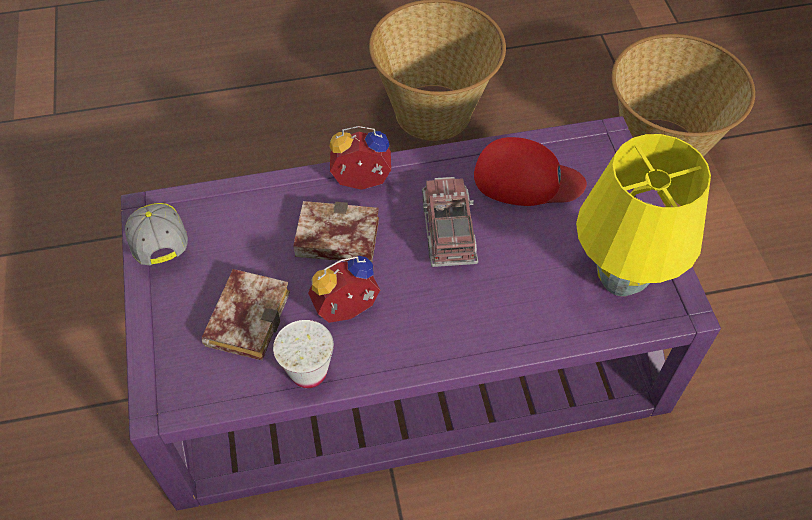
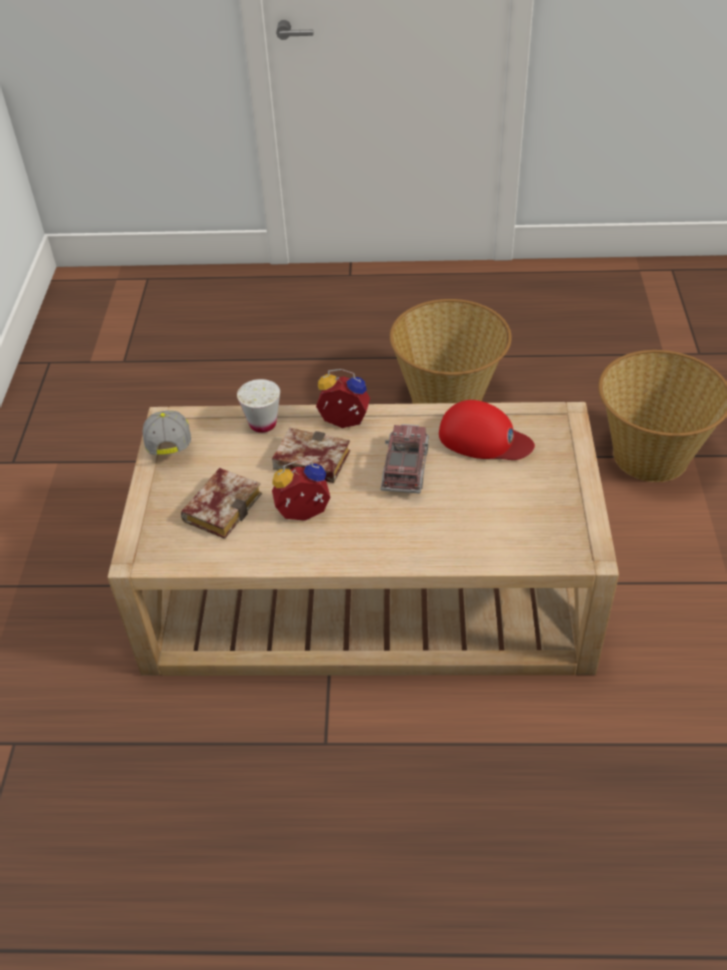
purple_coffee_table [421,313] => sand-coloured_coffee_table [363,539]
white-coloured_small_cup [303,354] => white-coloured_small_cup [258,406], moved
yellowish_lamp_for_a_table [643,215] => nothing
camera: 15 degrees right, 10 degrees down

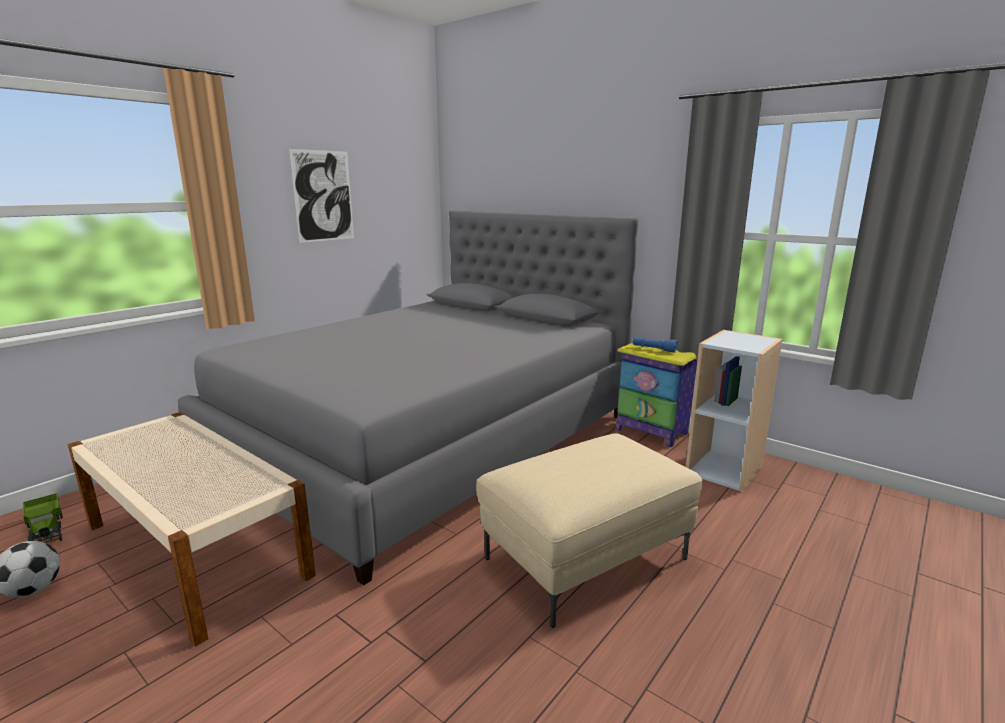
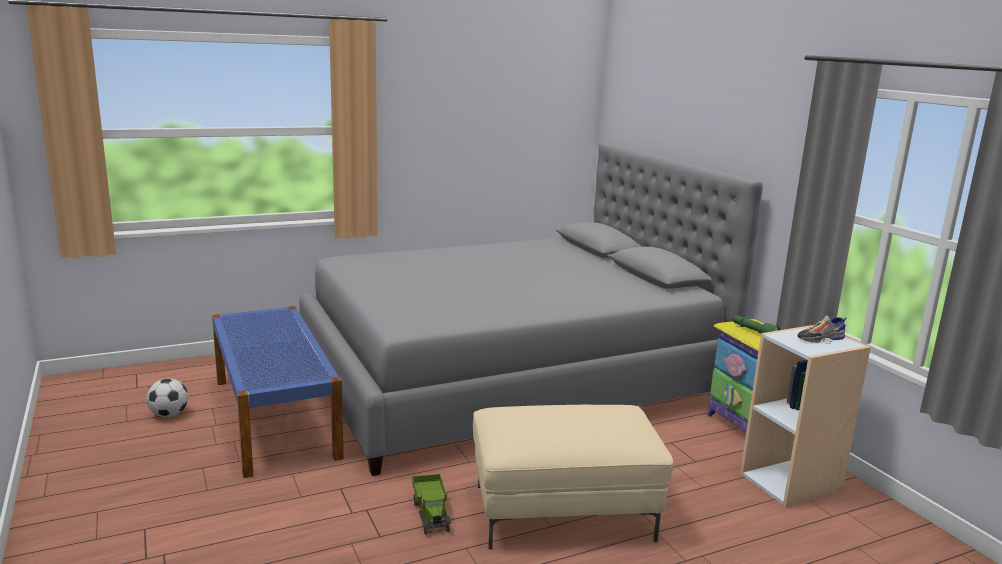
toy_truck [43,518] => toy_truck [431,504], moved
sand-coloured_indoor_bench [192,529] => bluish_indoor_bench [278,392]
wall_picture [321,196] => nothing
bluish_hand_torch [655,345] => green-coloured_hand_torch [756,324]
nothing => shoe [822,330]
camera: 25 degrees right, 0 degrees up

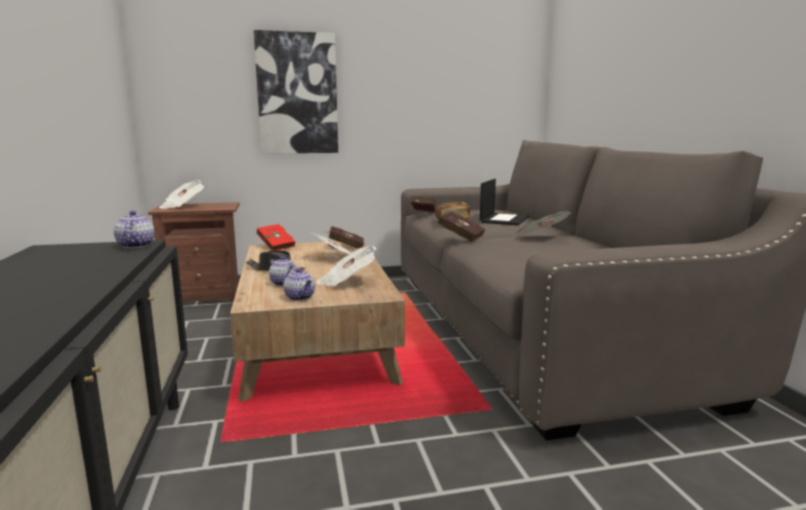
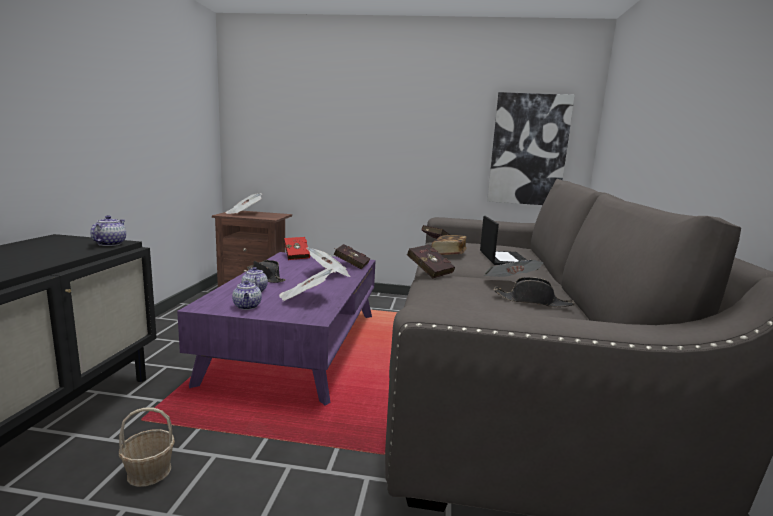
brownish_coffee_table [317,321] => purple_coffee_table [276,329]
wall_picture [296,92] => wall_picture [531,148], moved
portable_computer [504,202] => portable_computer [503,240], 45 degrees counterclockwise
nothing => storage_basket [147,447]
nothing => black-coloured_hat [534,292]
camera: 20 degrees right, 0 degrees up

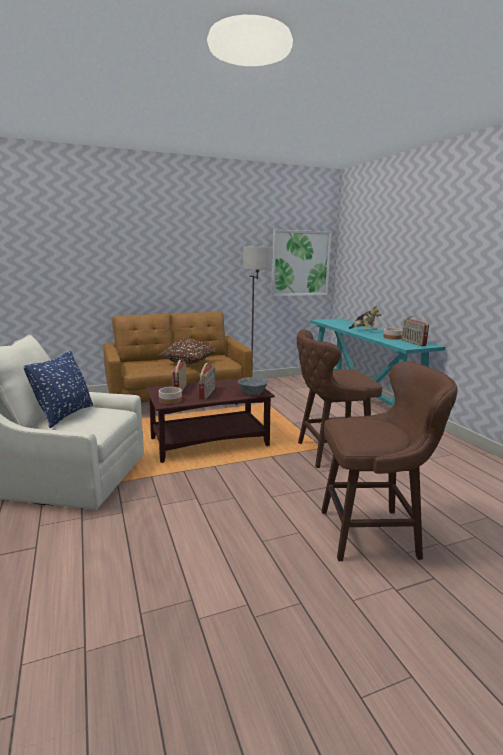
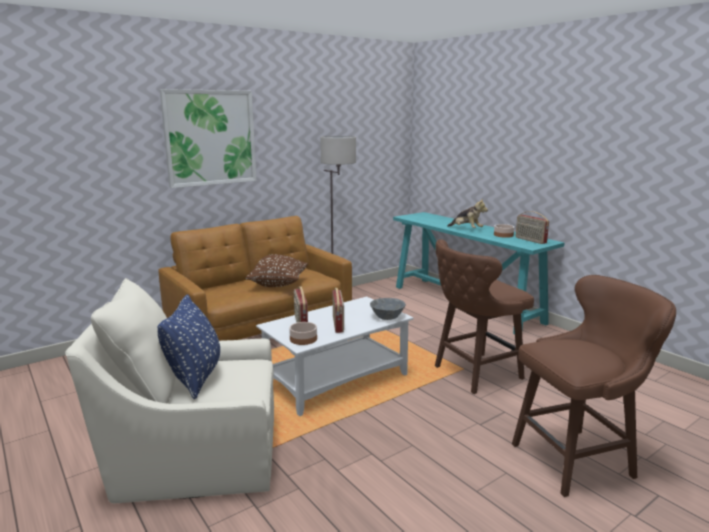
brownish_coffee_table [210,420] => white-coloured_coffee_table [335,356]
wall_picture [301,263] => wall_picture [208,138], moved
camera: 15 degrees left, 0 degrees up

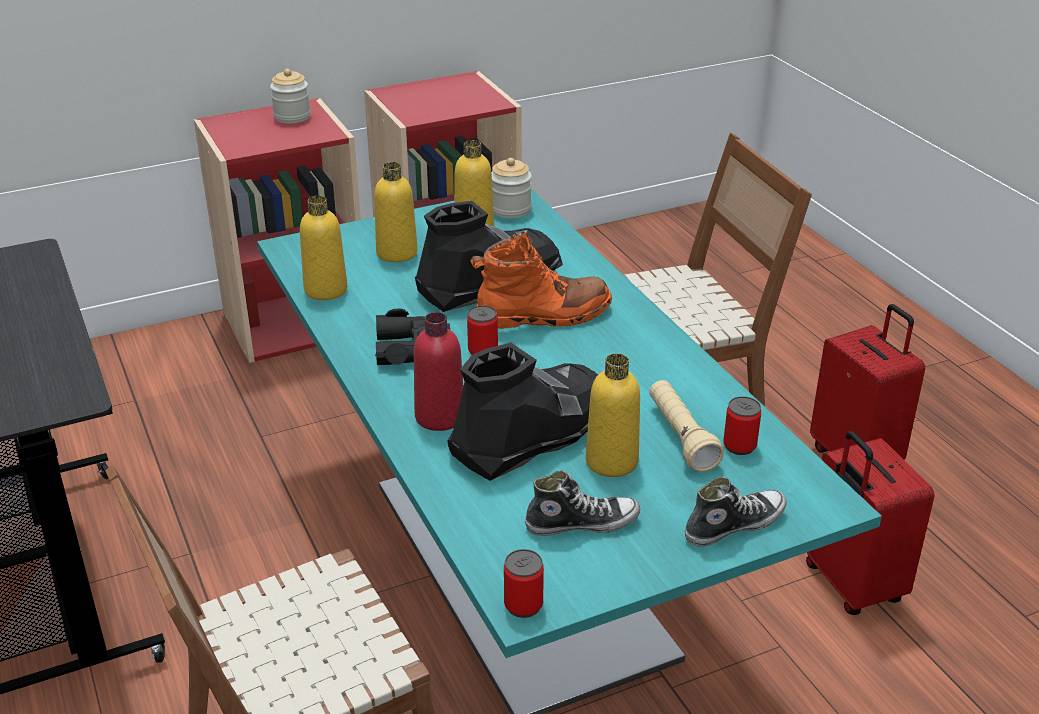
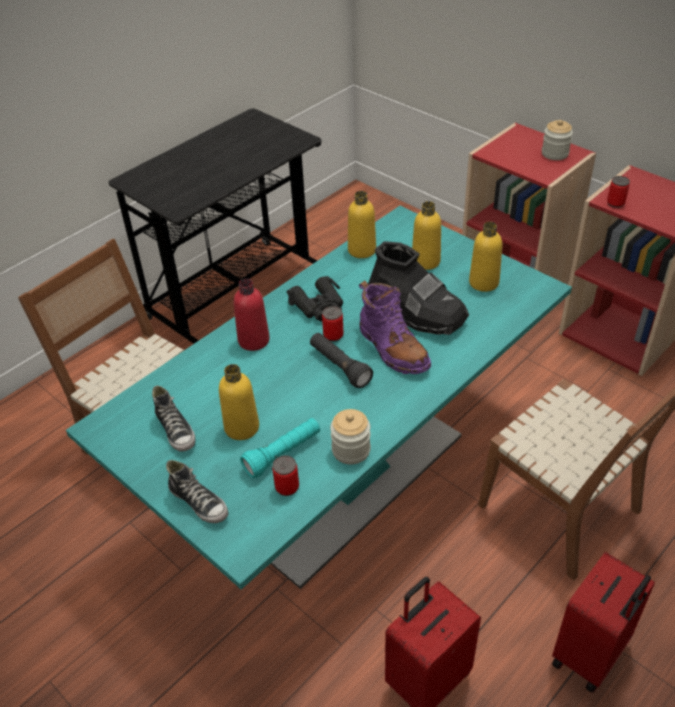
black-coloured_high-top_boot [522,412] => nothing
orange_high-top_boot [541,280] => purple_high-top_boot [395,327]
storage_jar [512,188] => storage_jar [350,436], moved
metal_can [524,583] => metal_can [618,192], moved
sand-coloured_hand_torch [686,426] => turquoise_hand_torch [280,448]
nothing => black-coloured_hand_torch [341,360]
camera: 70 degrees right, 10 degrees up

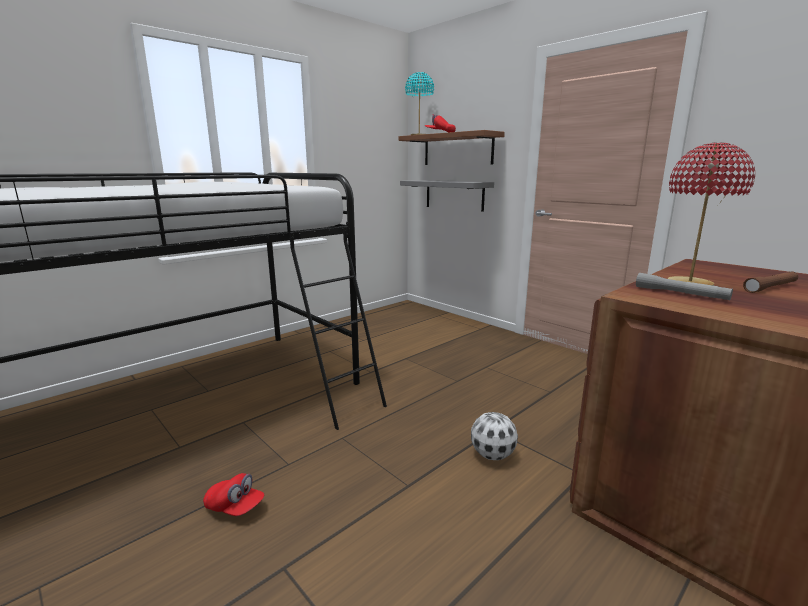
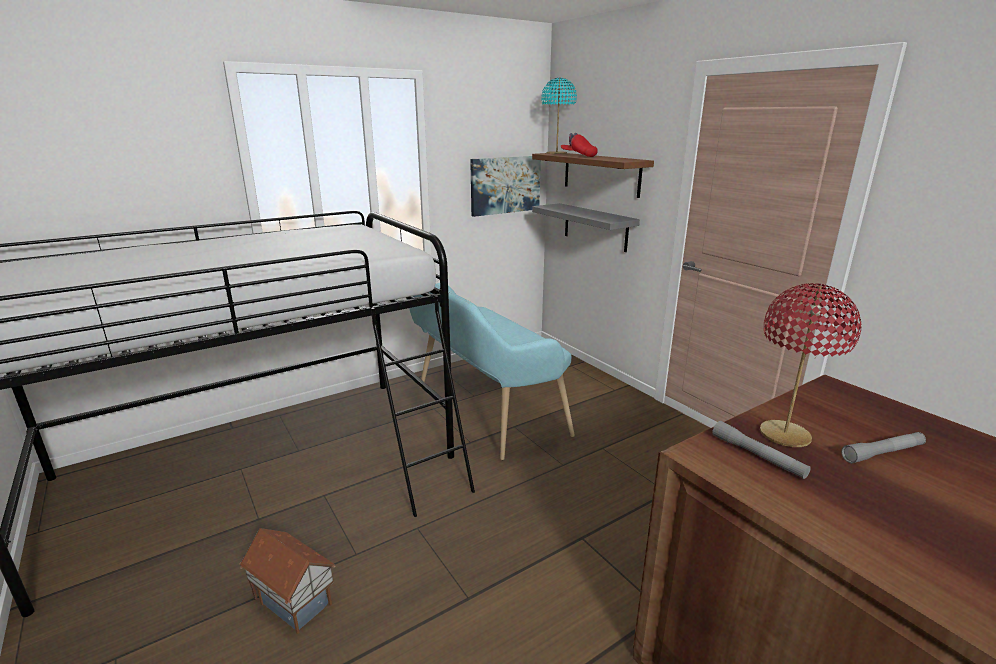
red_peaked_cap [233,494] => miniature_house [287,581]
ball_for_football [494,436] => nothing
brownish_hand_torch [770,282] => greyish_hand_torch [883,447]
nothing => turquoise_indoor_bench [490,371]
nothing => wall_picture [505,186]
camera: 10 degrees right, 5 degrees up

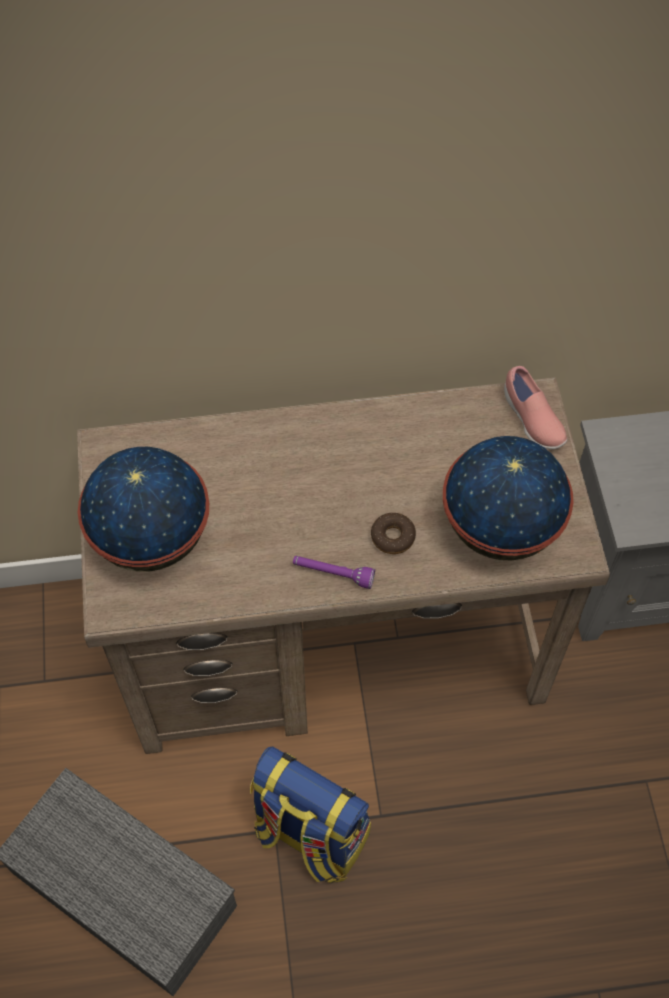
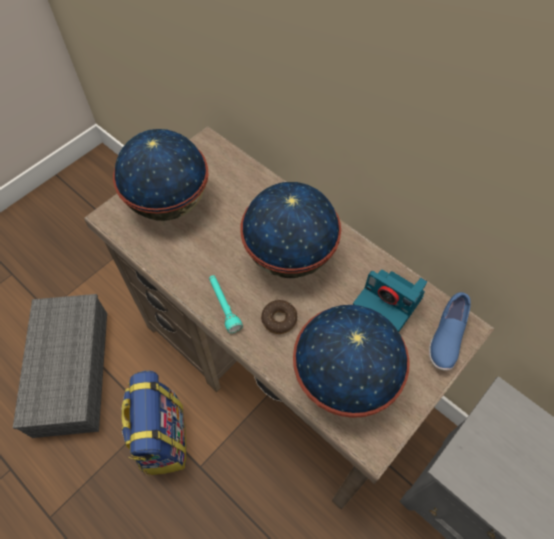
purple_hand_torch [334,572] => turquoise_hand_torch [226,304]
pink_shoe [535,408] => bluish_shoe [450,331]
nothing => globe [290,230]
nothing => photo_camera [390,301]
camera: 50 degrees right, 0 degrees up

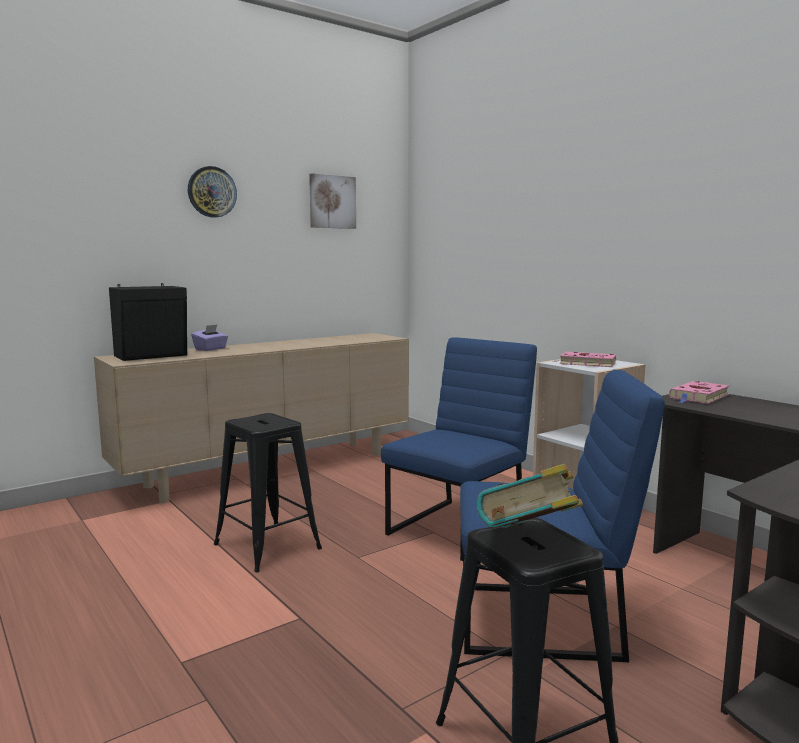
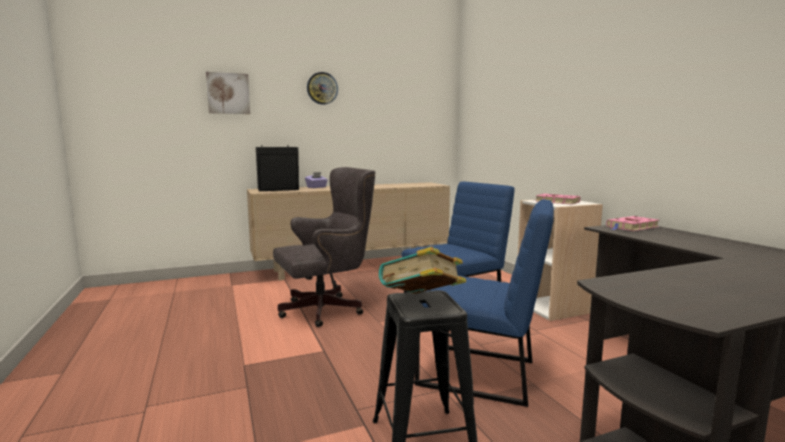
black-coloured_sitting_stool [268,492] => greyish_office_chair [324,247]
wall_picture [332,201] => wall_picture [228,93], moved
camera: 15 degrees right, 0 degrees up

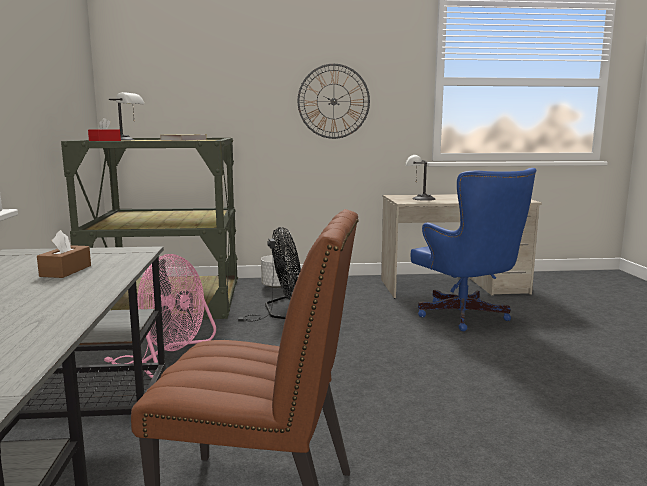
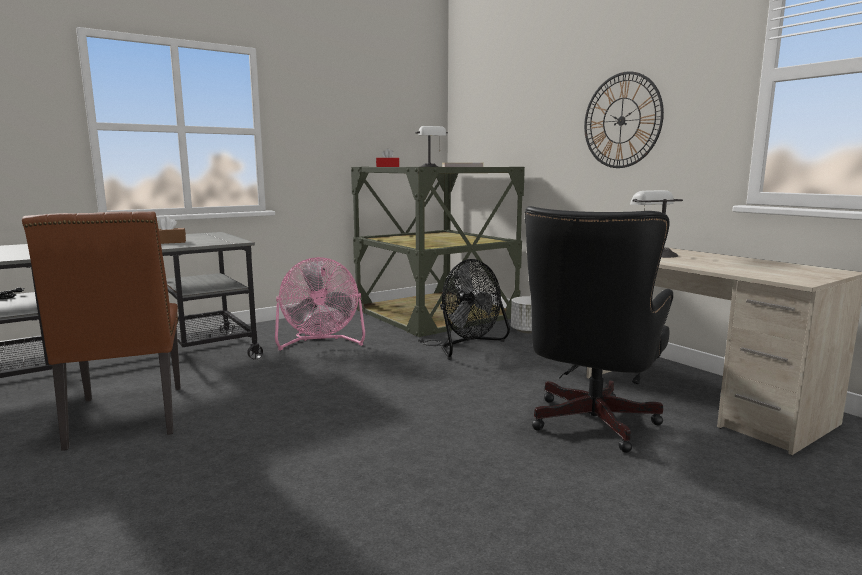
bluish_office_chair [474,249] => black-coloured_office_chair [599,329]
camera: 60 degrees right, 0 degrees up

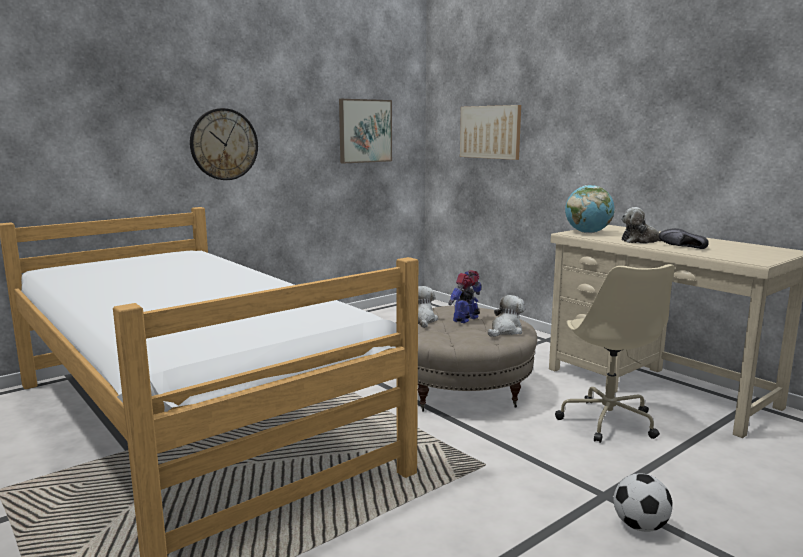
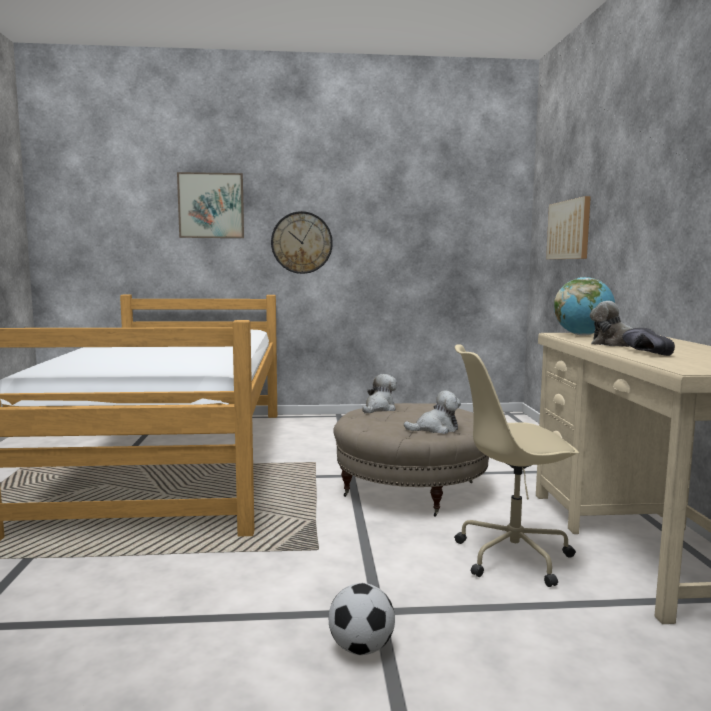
wall_picture [365,131] => wall_picture [210,205], moved
model_robot [464,296] => nothing
sand-coloured_office_chair [614,353] => sand-coloured_office_chair [516,465], 60 degrees clockwise
camera: 35 degrees right, 5 degrees down

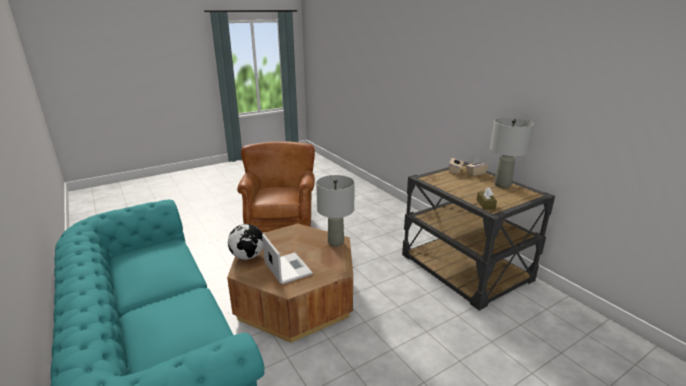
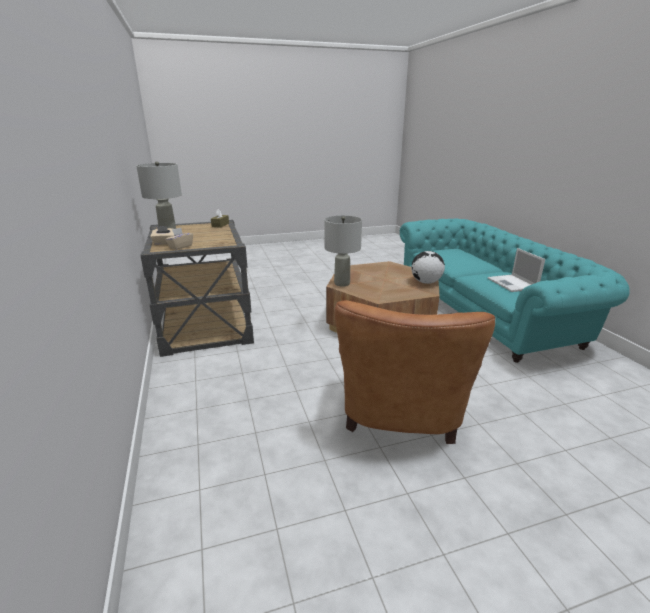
portable_computer [287,259] => portable_computer [516,270], moved
camera: 165 degrees left, 0 degrees up

